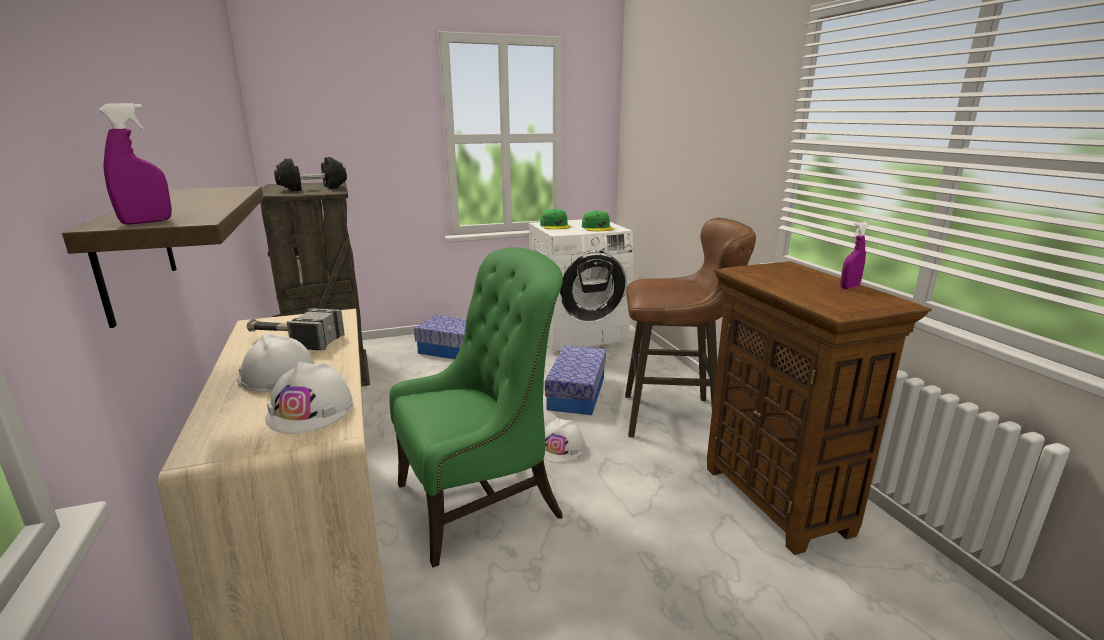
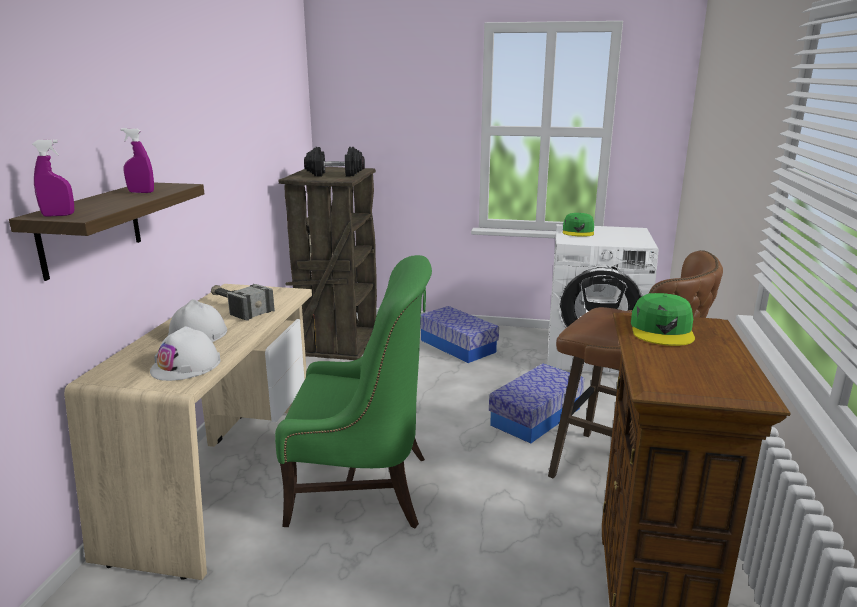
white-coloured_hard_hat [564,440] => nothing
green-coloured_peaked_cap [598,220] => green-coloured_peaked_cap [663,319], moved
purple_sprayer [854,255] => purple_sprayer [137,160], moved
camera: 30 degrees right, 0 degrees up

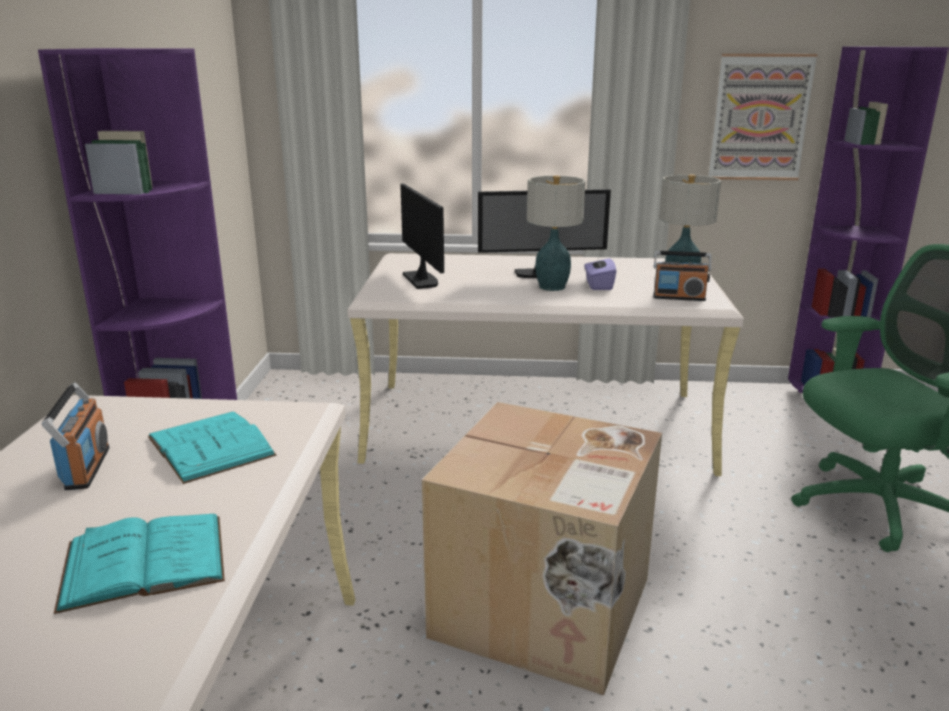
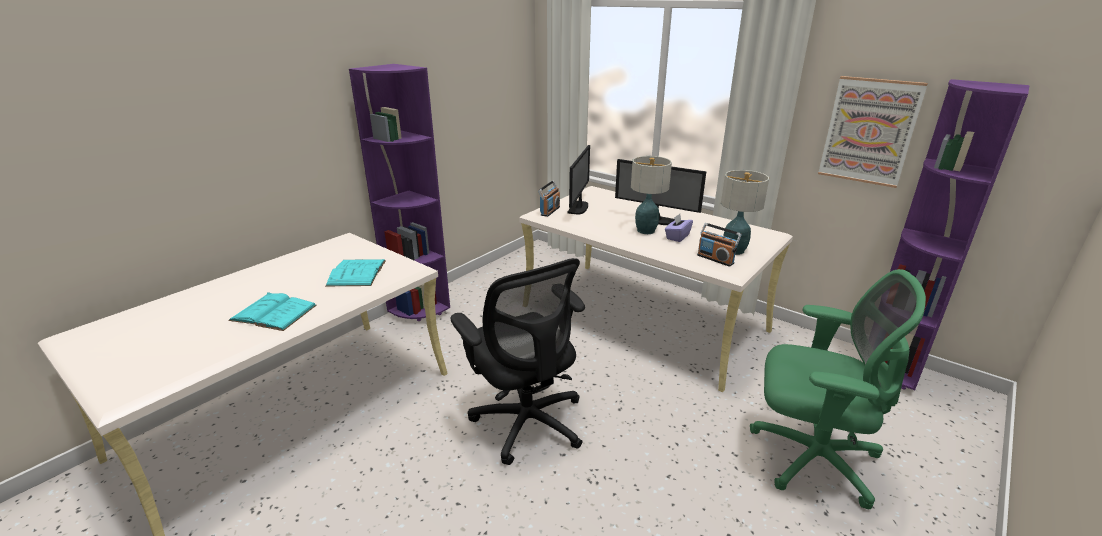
radio_receiver [75,436] => radio_receiver [549,198], moved
carton [542,548] => black-coloured_office_chair [518,361]
camera: 35 degrees right, 5 degrees up

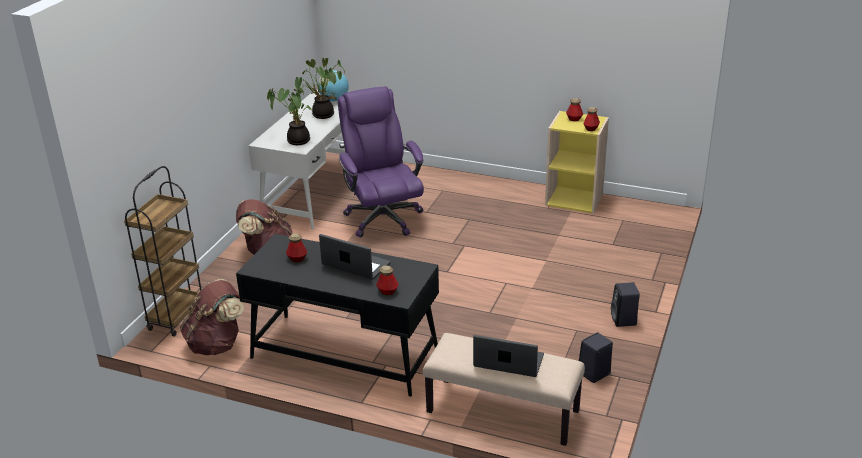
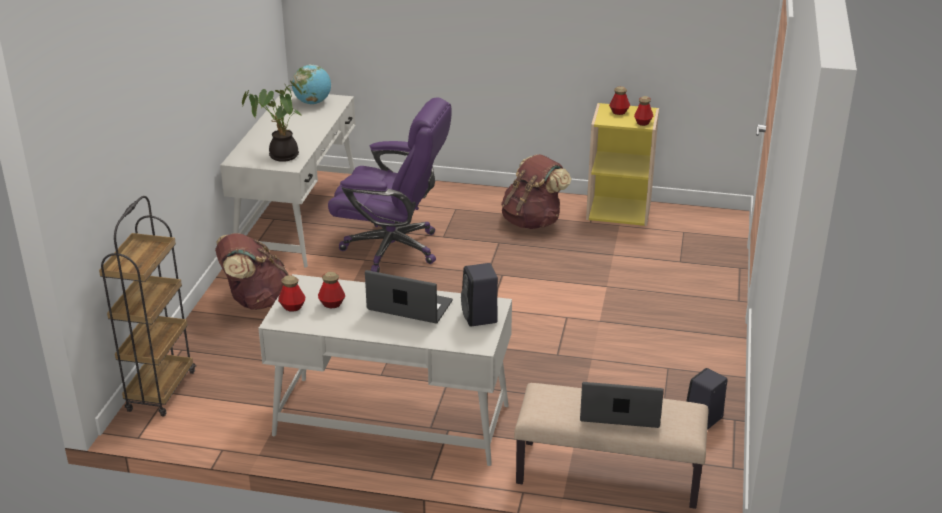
brownish_knapsack [212,317] => brownish_knapsack [536,191], moved
black-coloured_desk_unit [337,315] => white-coloured_desk_unit [385,370]
houseplant [320,88] => nothing
purple_office_chair [381,162] => purple_office_chair [390,184], 135 degrees clockwise
bottle [387,280] => bottle [291,293], moved
black-coloured_loudspeaker [625,304] => black-coloured_loudspeaker [479,294], moved
camera: 10 degrees left, 0 degrees up

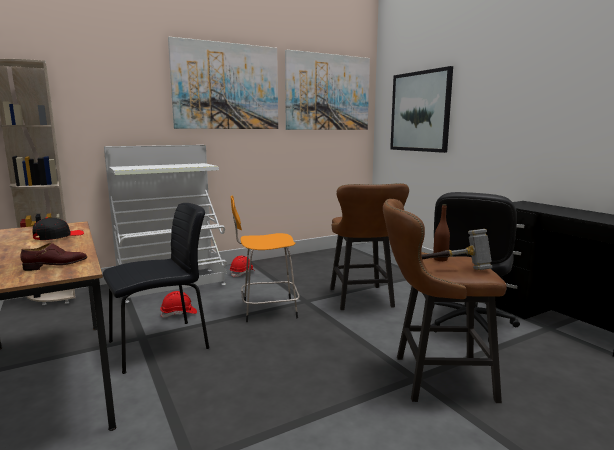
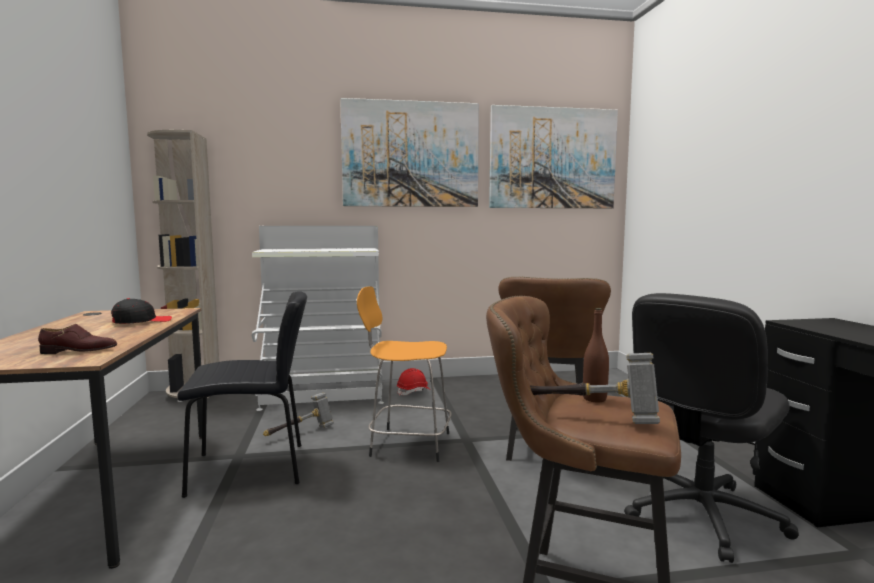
red_hard_hat [178,304] => tool_hammer [298,414]
wall_picture [421,109] => nothing
camera: 20 degrees right, 5 degrees down

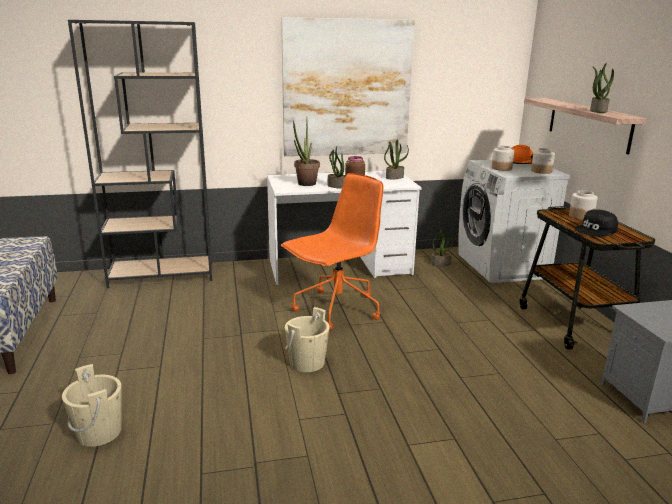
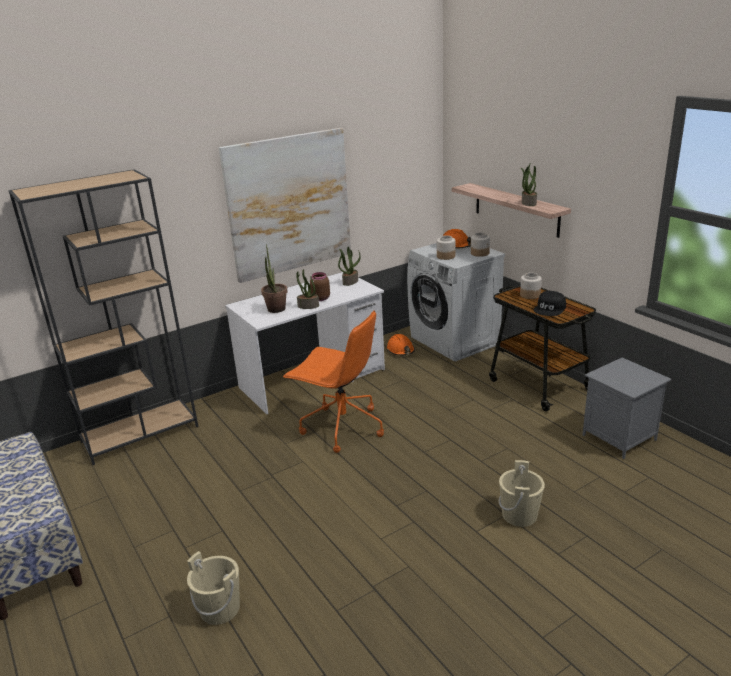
orange_office_chair [332,251] => orange_office_chair [333,381], 90 degrees clockwise
sand-coloured_bucket [307,339] => sand-coloured_bucket [522,493], moved
houseplant [442,248] => orange_hard_hat [401,345]
camera: 20 degrees left, 5 degrees up

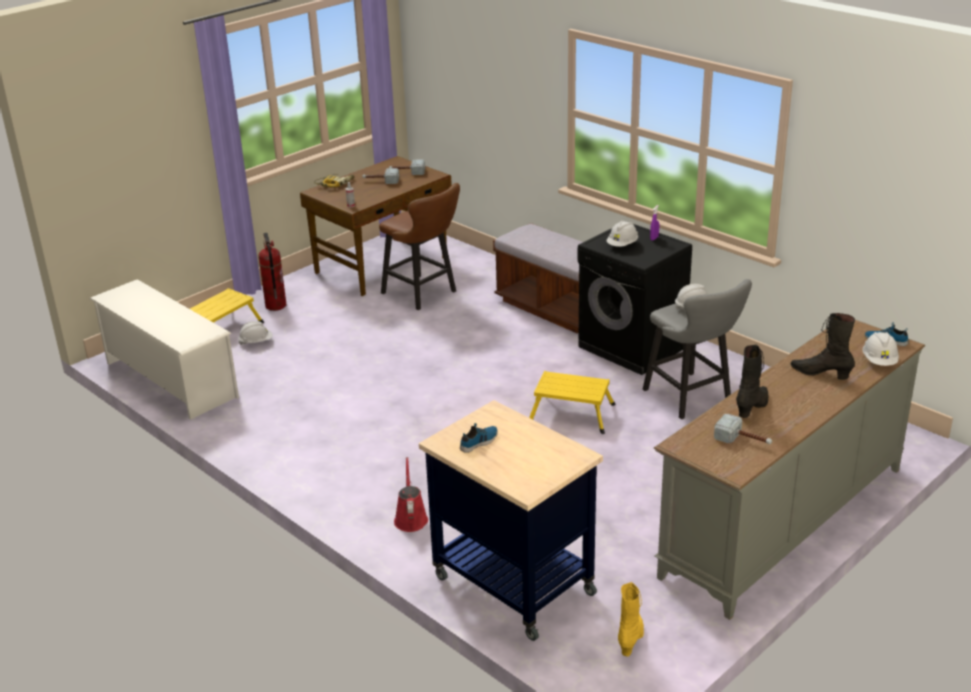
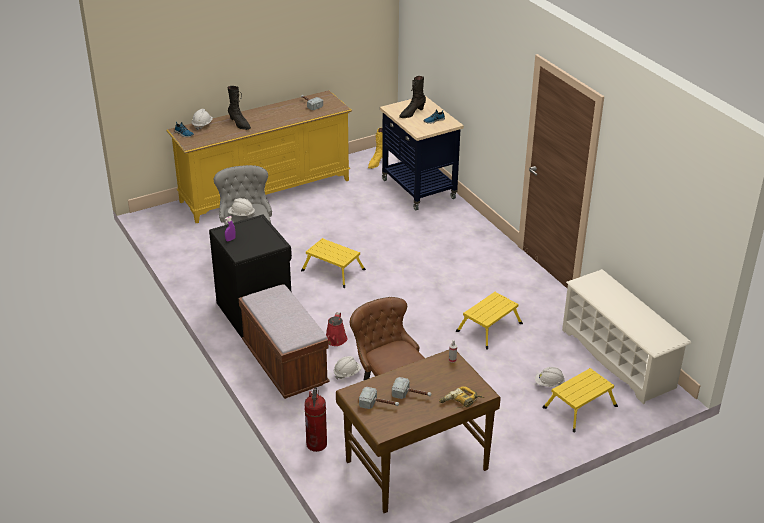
fire-fighting_cylinder [272,272] => fire-fighting_cylinder [315,419], moved
red_watering_pot [411,494] => red_watering_pot [336,329], moved
white-coloured_hard_hat [622,234] => white-coloured_hard_hat [348,368], moved
greyish_storage_cabinet [789,470] => yellowish_storage_cabinet [259,156]
black-coloured_high-top_boot [752,381] => black-coloured_high-top_boot [412,97], moved
nothing => yellowish_step_stool [489,320]
camera: 165 degrees left, 5 degrees up

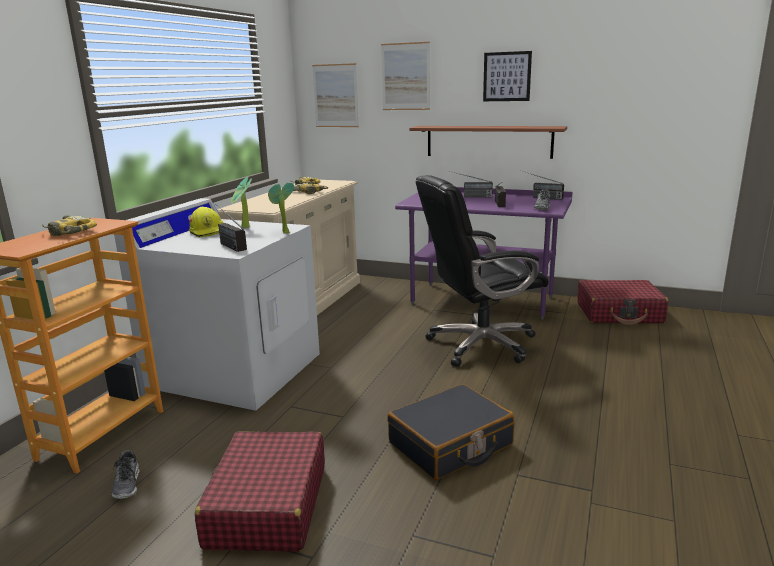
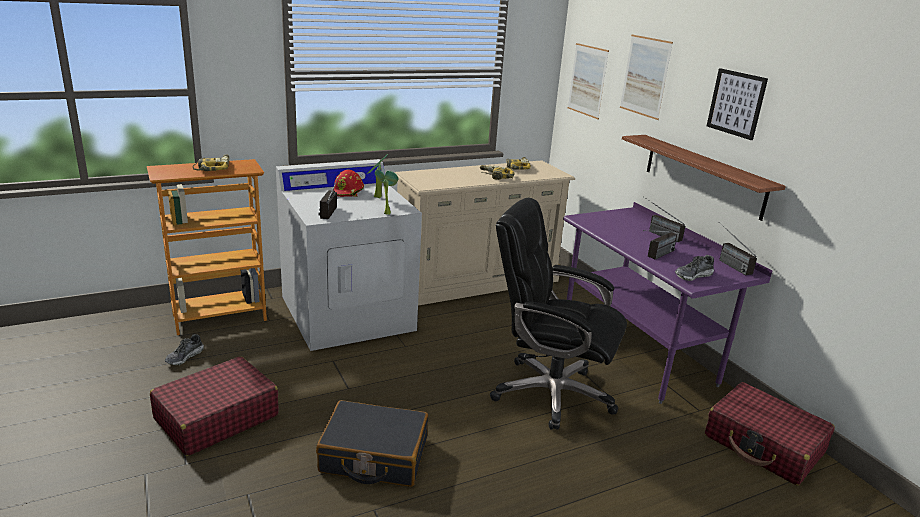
yellowish_hard_hat [206,222] => red_hard_hat [348,183]
camera: 40 degrees right, 5 degrees up

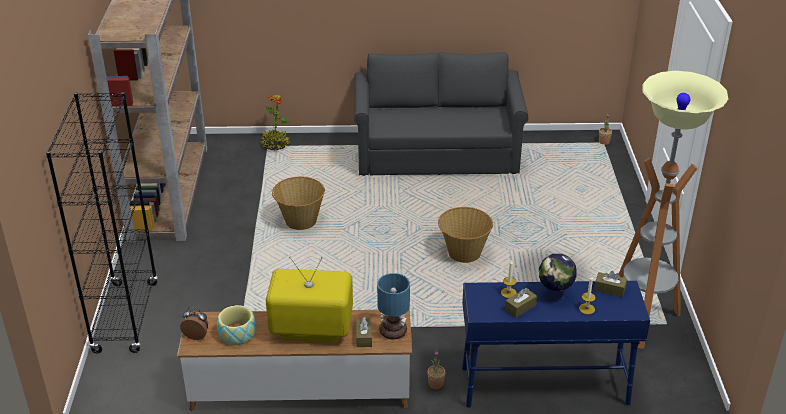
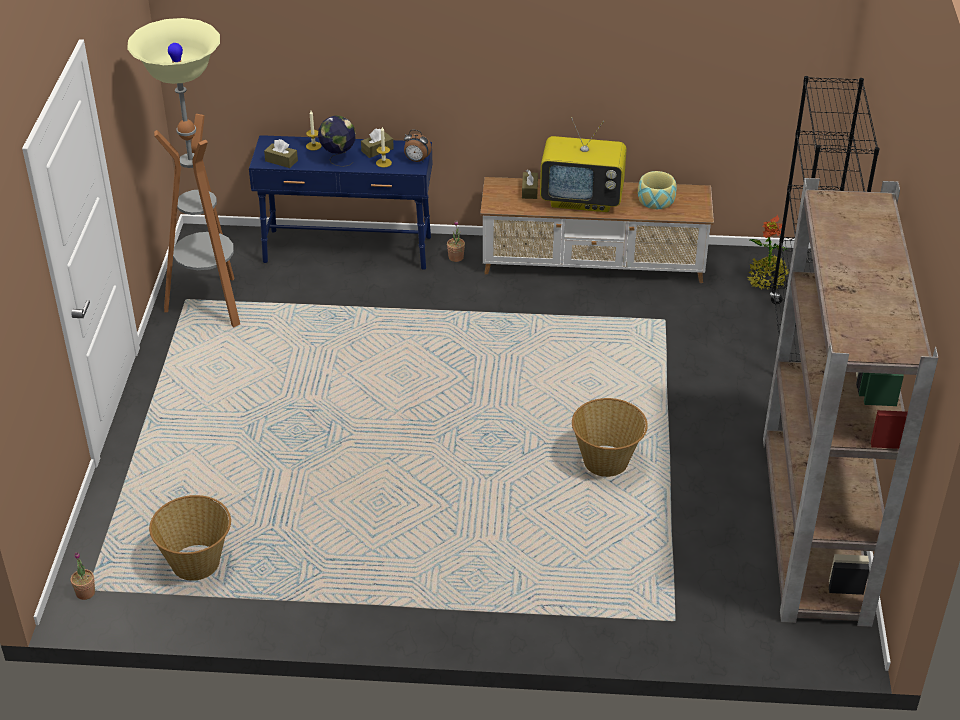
bedside_clock [194,323] => bedside_clock [418,146], moved
houseplant [275,123] => houseplant [768,252], moved
greyish_sofa [441,114] => nothing
lamp_for_a_table [393,306] => nothing
storage_basket [465,235] => storage_basket [190,538], moved
camera: 175 degrees left, 5 degrees up

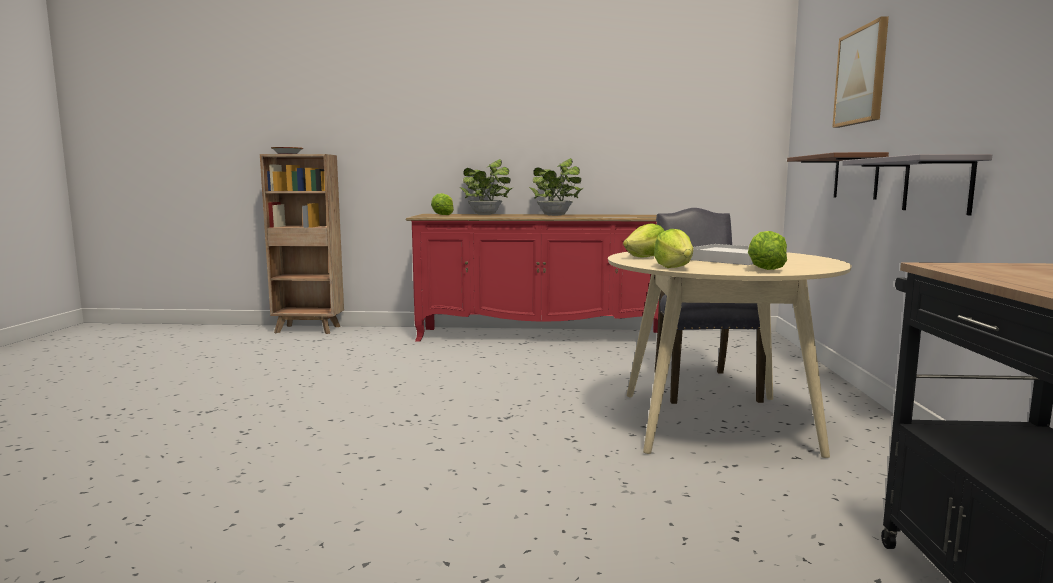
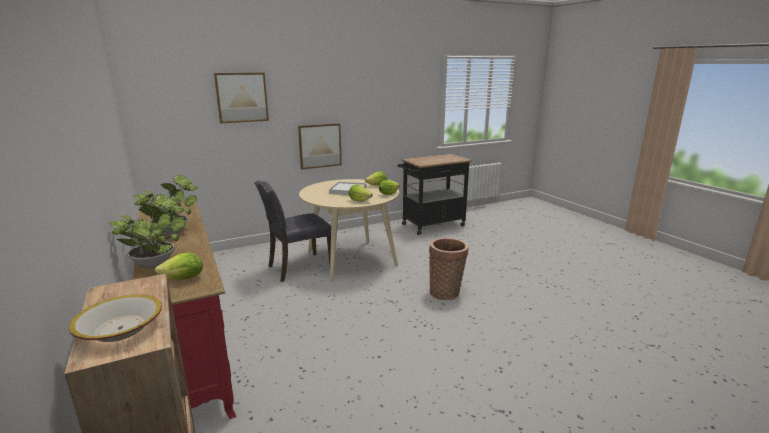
brownish_shelf [838,176] => nothing
greyish_shelf [917,184] => wall_picture [320,146]
nothing => storage_basket [449,269]
camera: 120 degrees left, 10 degrees up

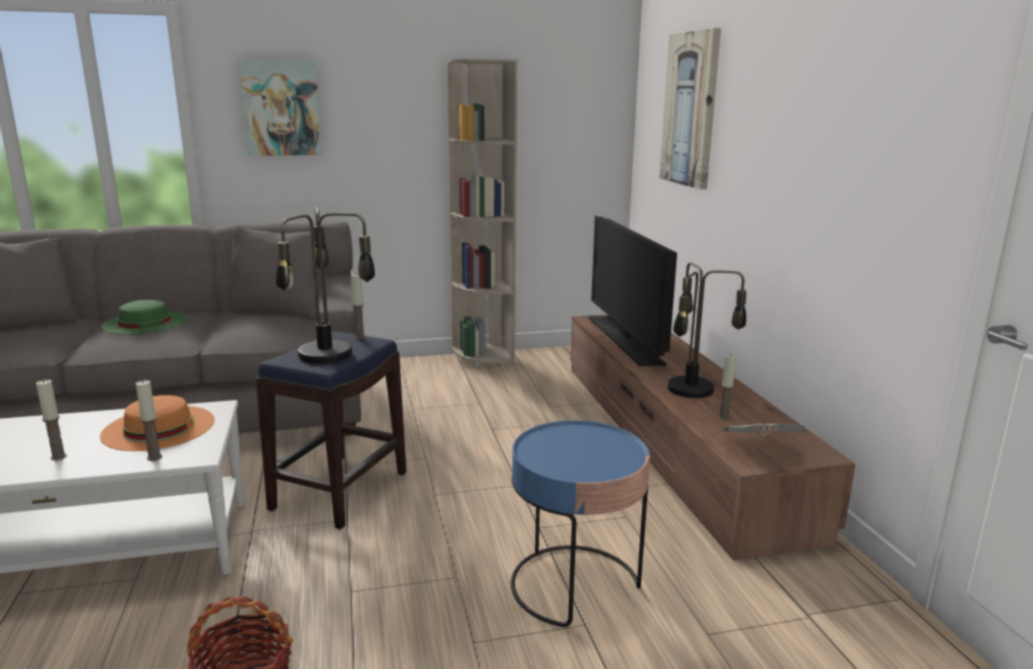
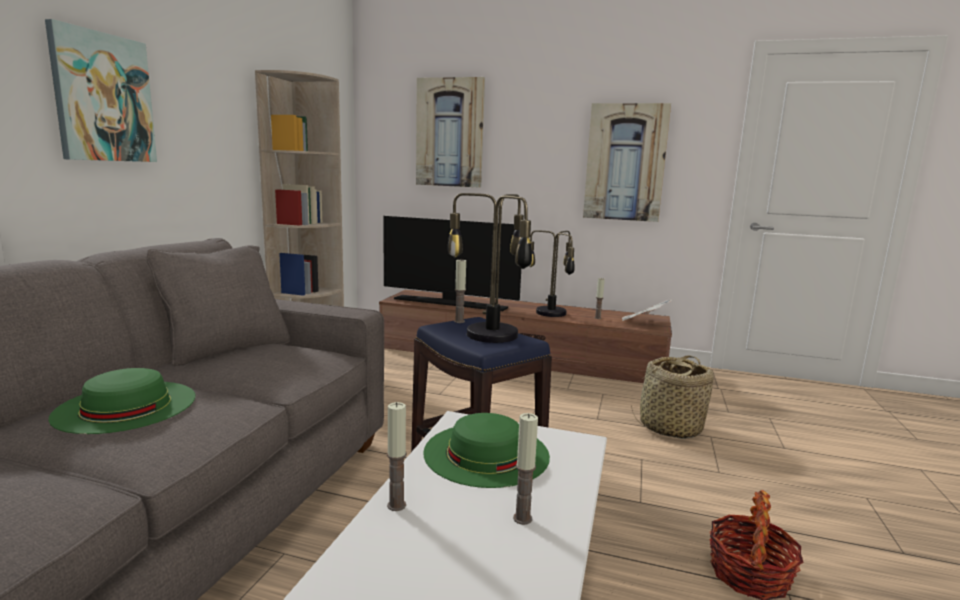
orange_hat [157,423] => green-coloured_hat [486,450]
wax_light [149,420] => wax_light [397,456], moved
bluish_side_table [580,523] => storage_basket [672,397]
nothing => wall_picture [627,162]
camera: 60 degrees left, 5 degrees down

